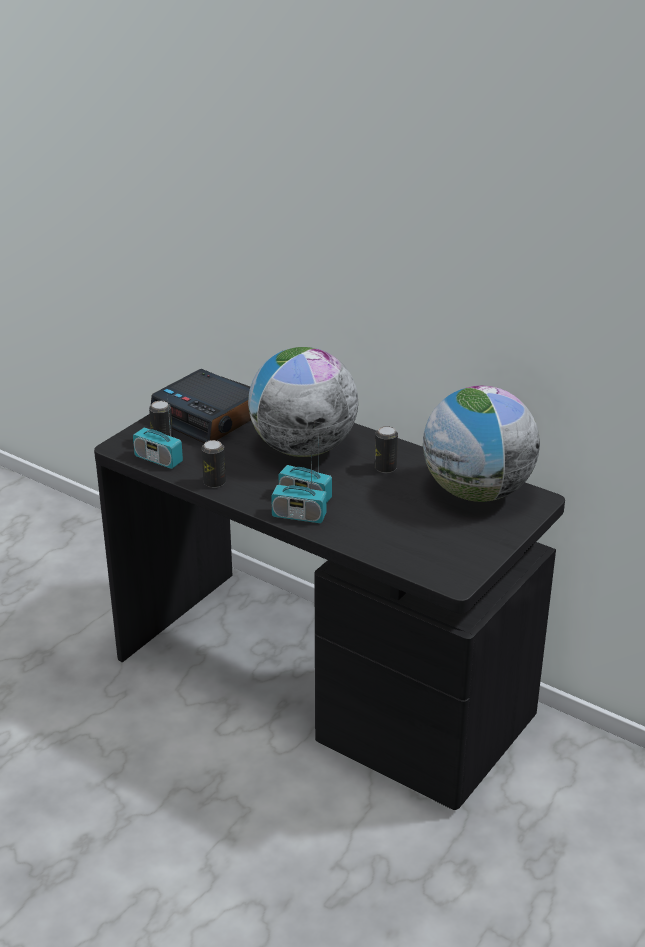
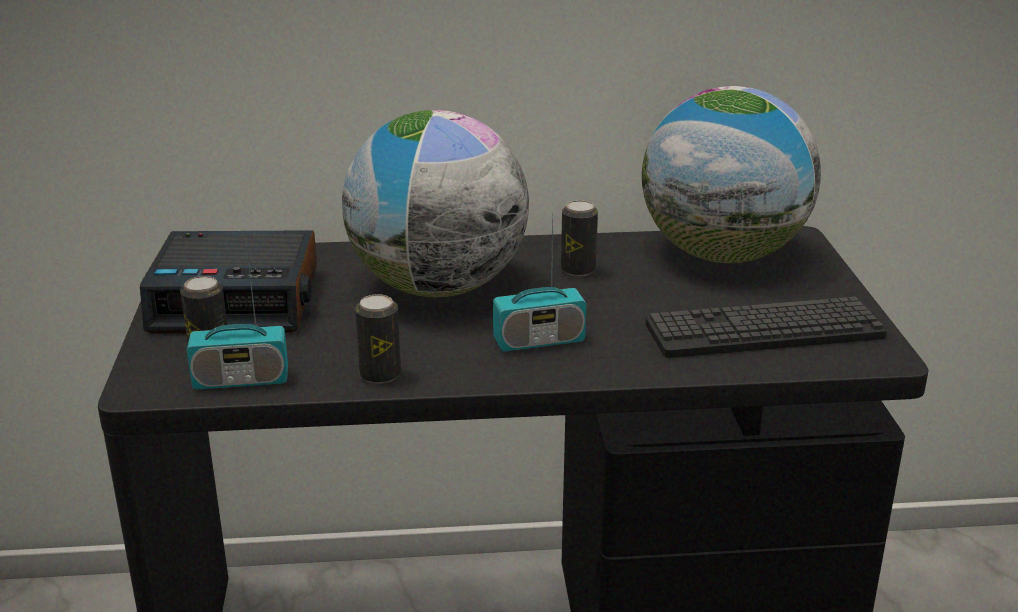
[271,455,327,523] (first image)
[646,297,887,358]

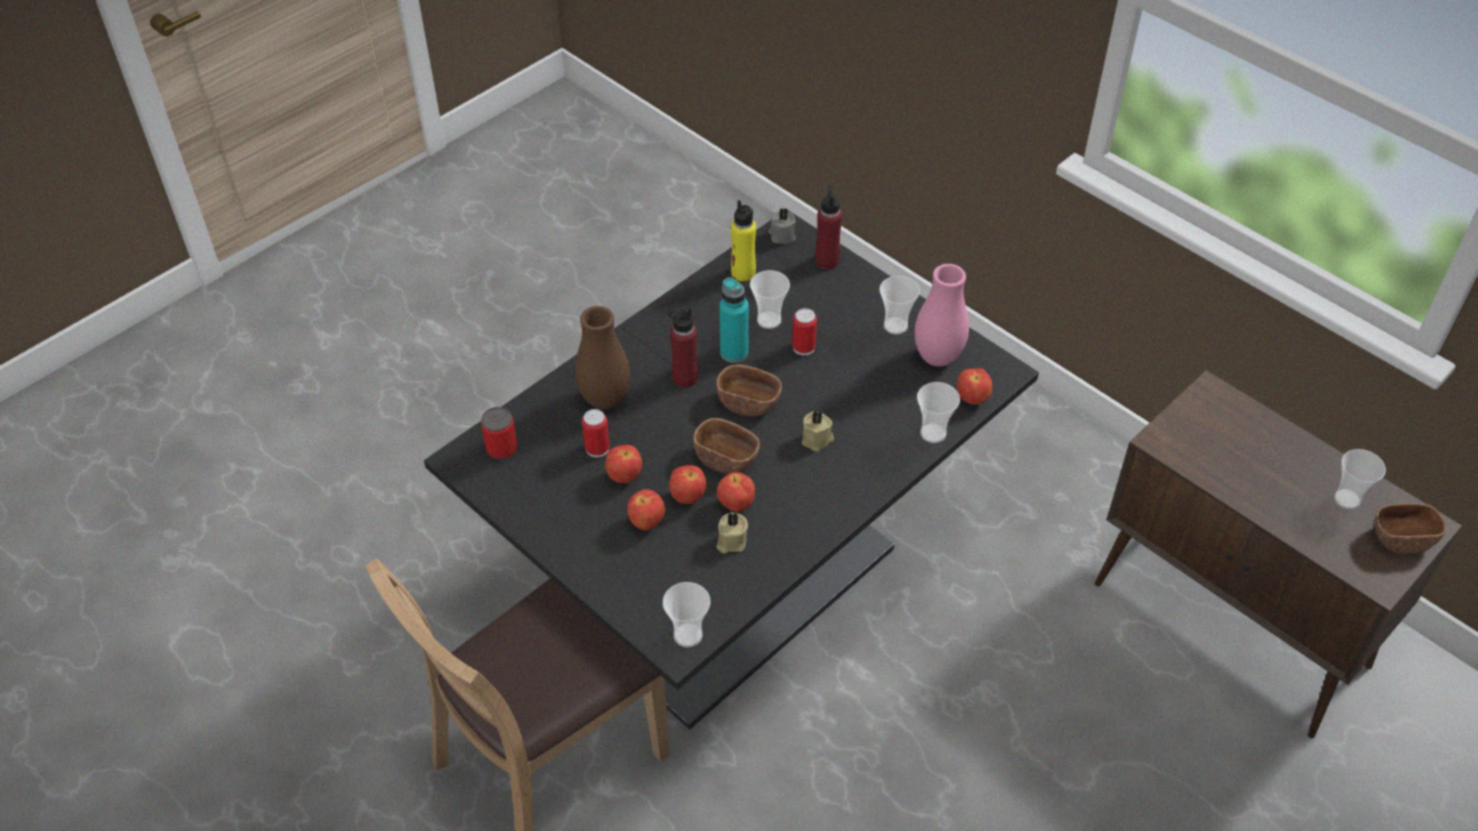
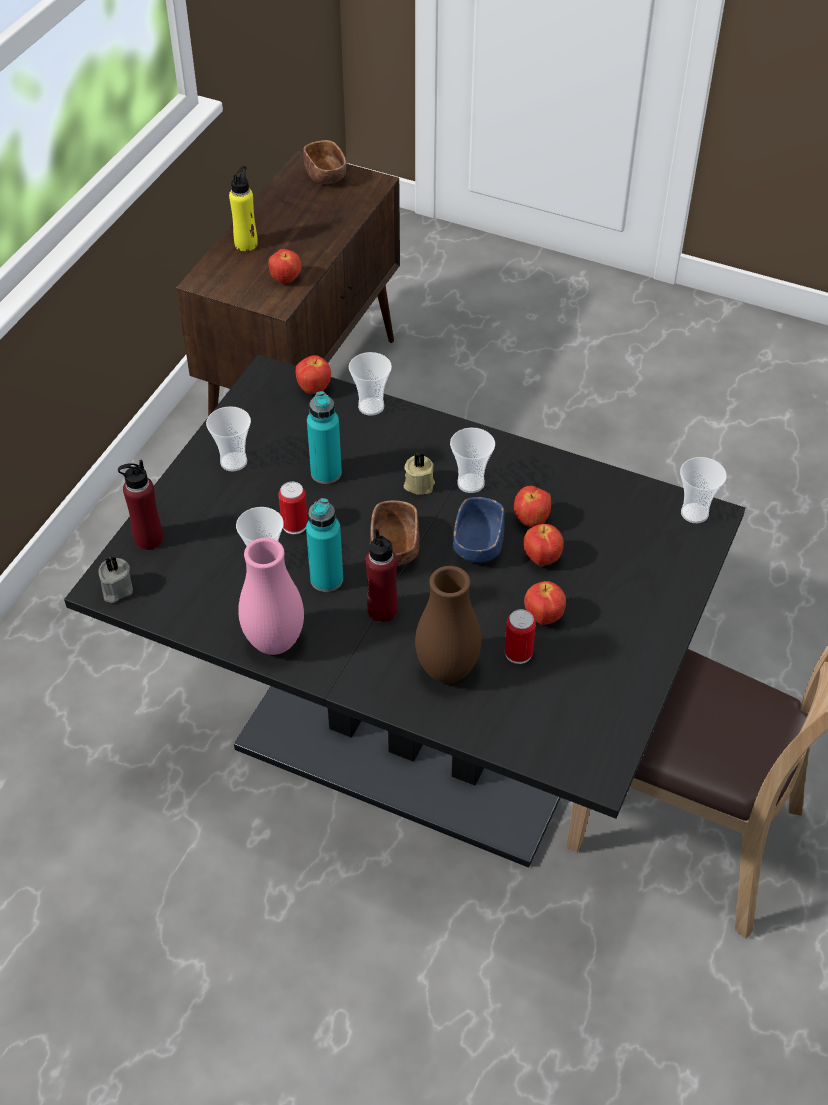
[481,407,517,460] (first image)
[269,249,301,283]
[453,497,505,562]
[716,513,748,554] (first image)
[229,166,258,251]
[238,538,304,655]
[450,428,495,493]
[307,391,342,484]

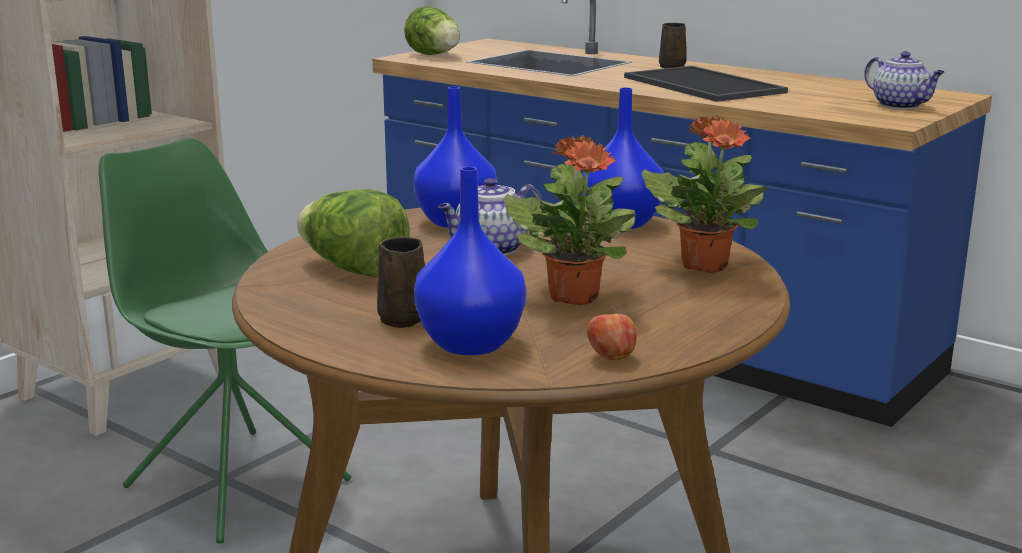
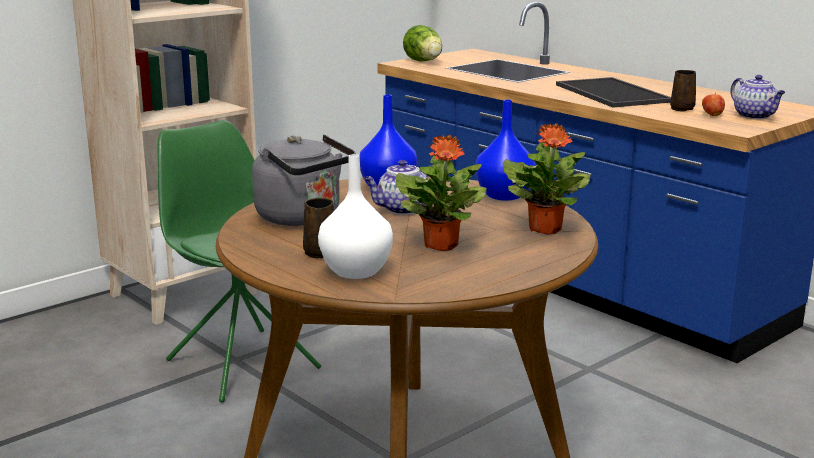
[252,134,355,226]
[318,154,393,279]
[702,93,725,116]
[670,70,696,112]

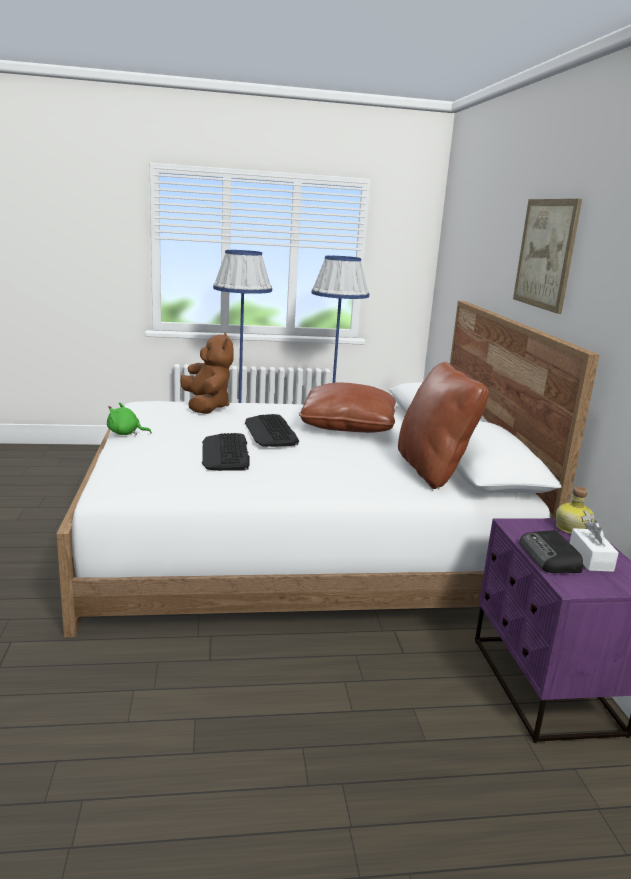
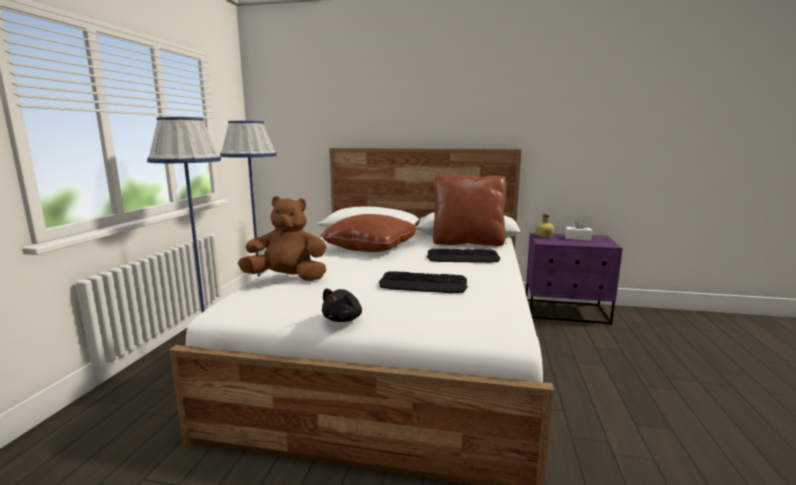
[322,288,362,322]
[427,249,500,263]
[513,199,582,314] (first image)
[519,530,583,573] (first image)

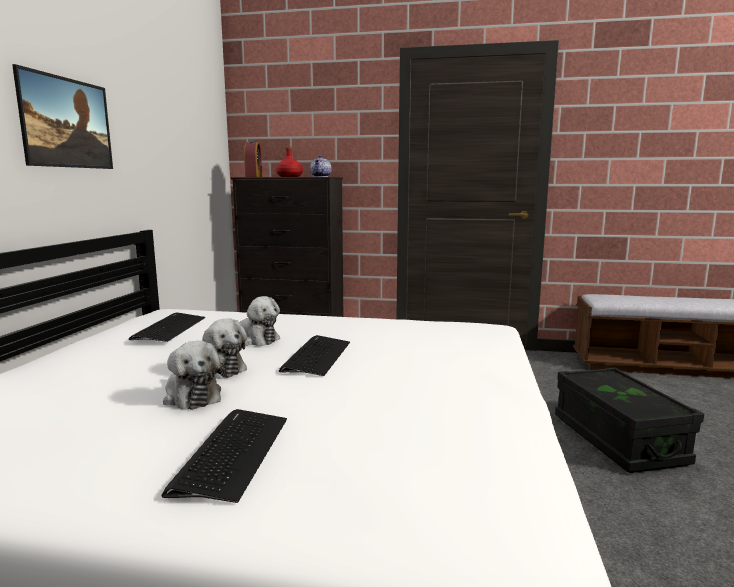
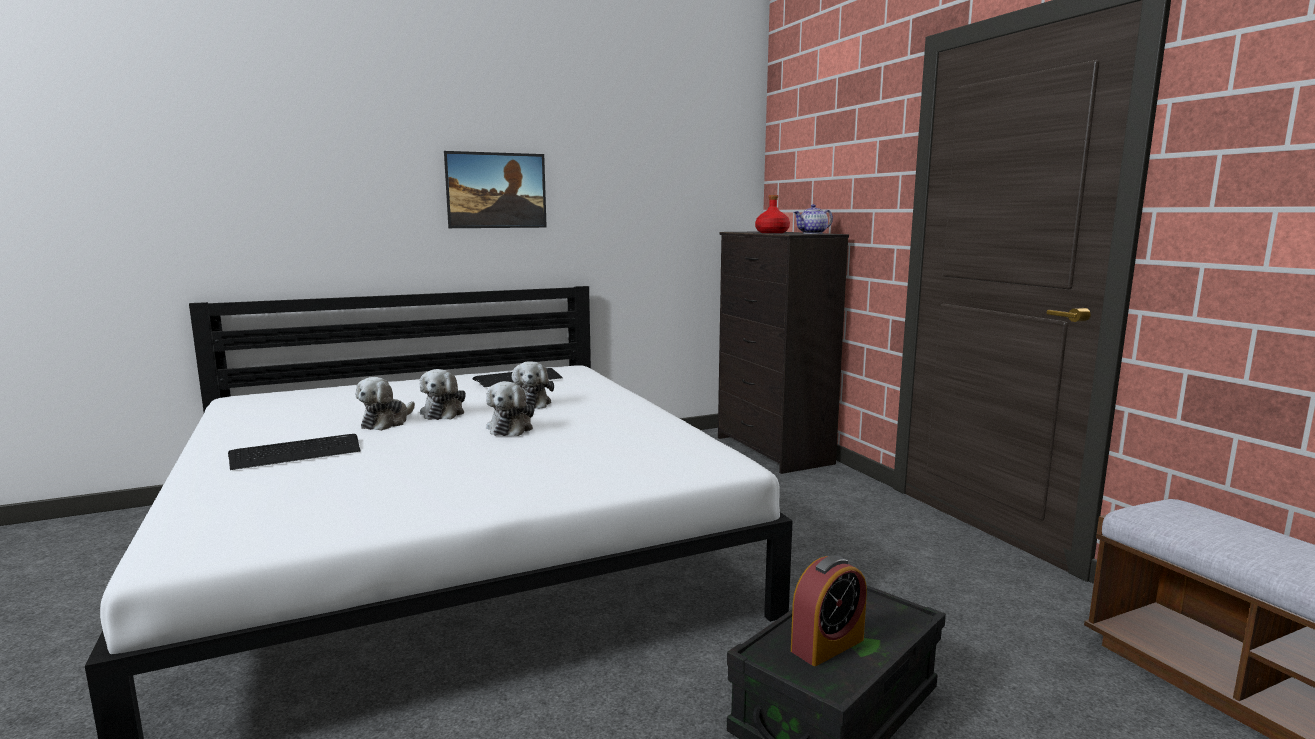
[791,555,867,666]
[486,381,535,436]

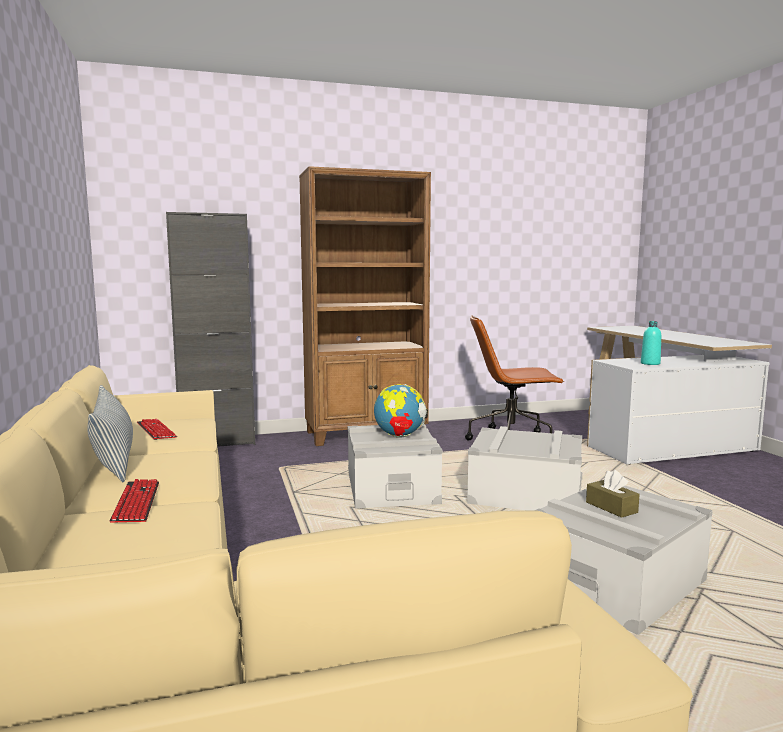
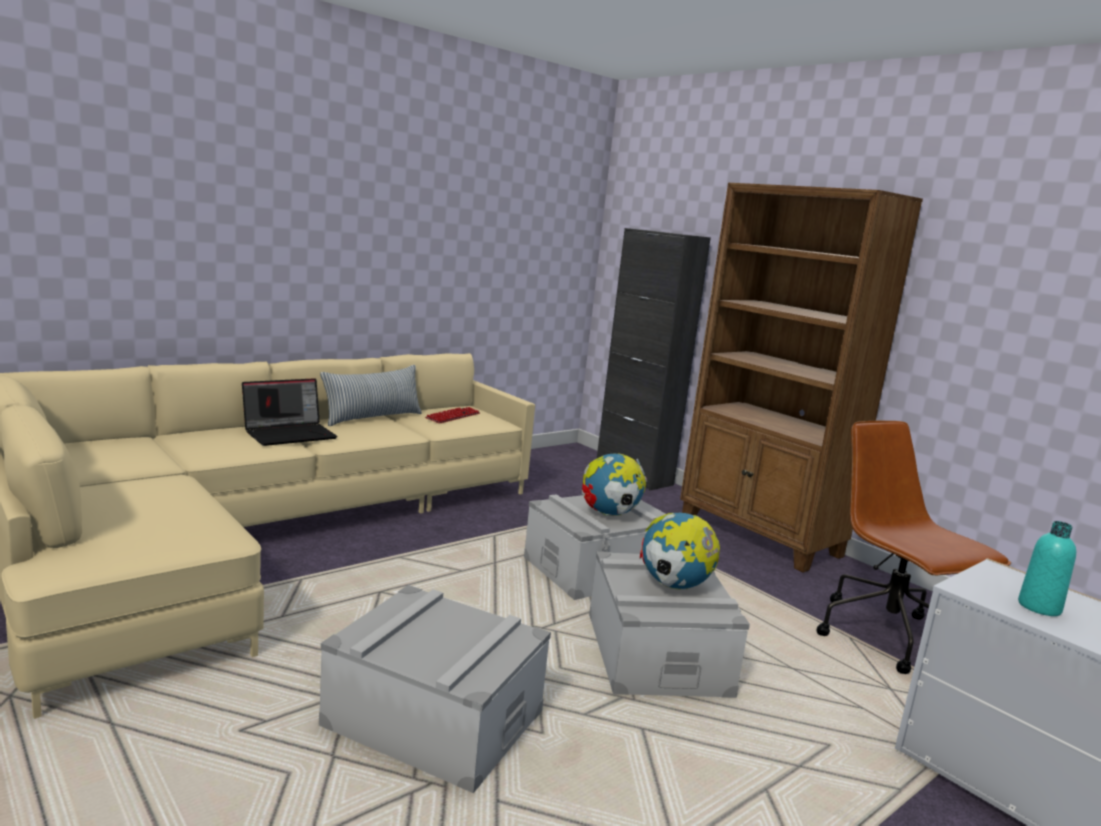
[242,378,337,446]
[586,470,639,518] (first image)
[640,513,720,590]

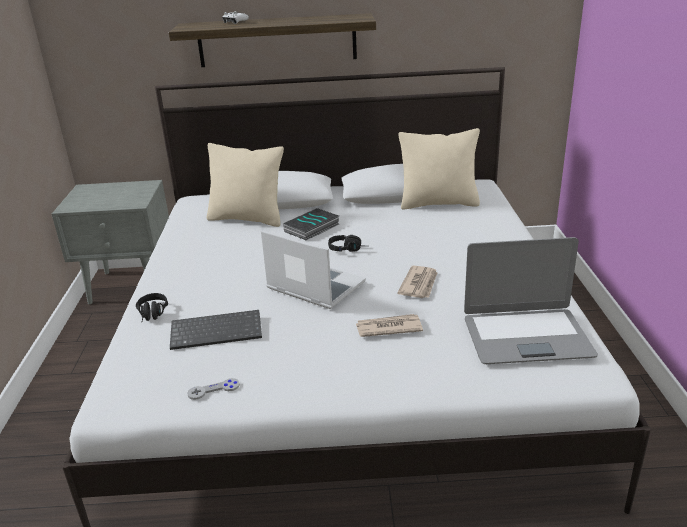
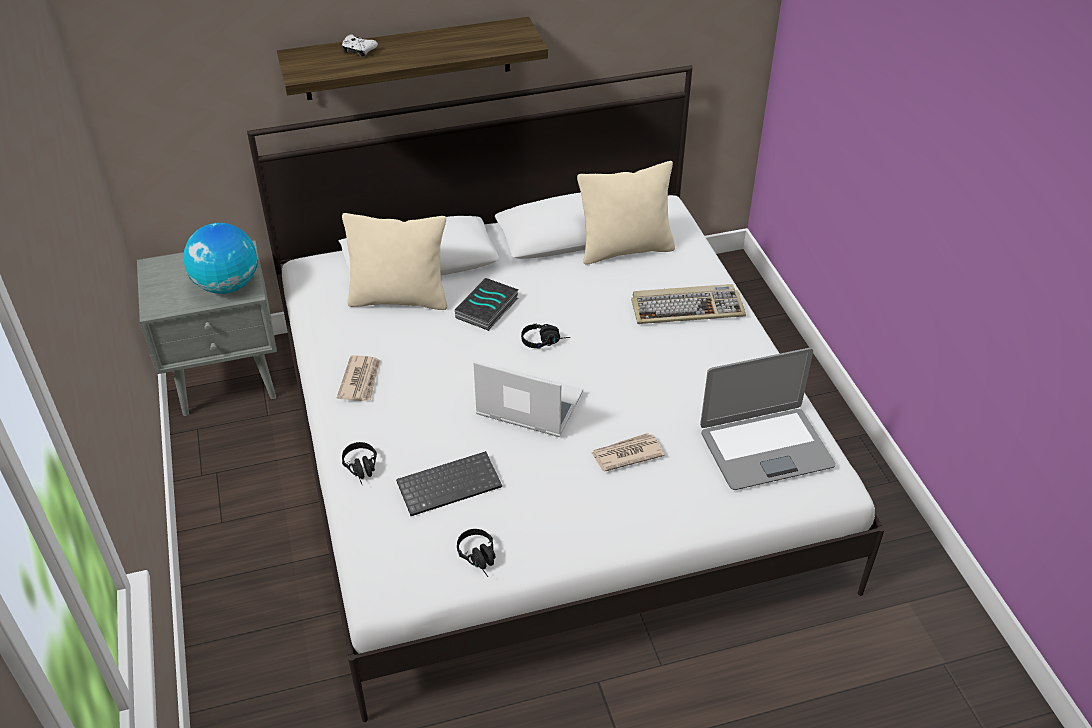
[457,529,496,577]
[337,355,380,401]
[184,223,258,294]
[631,284,746,324]

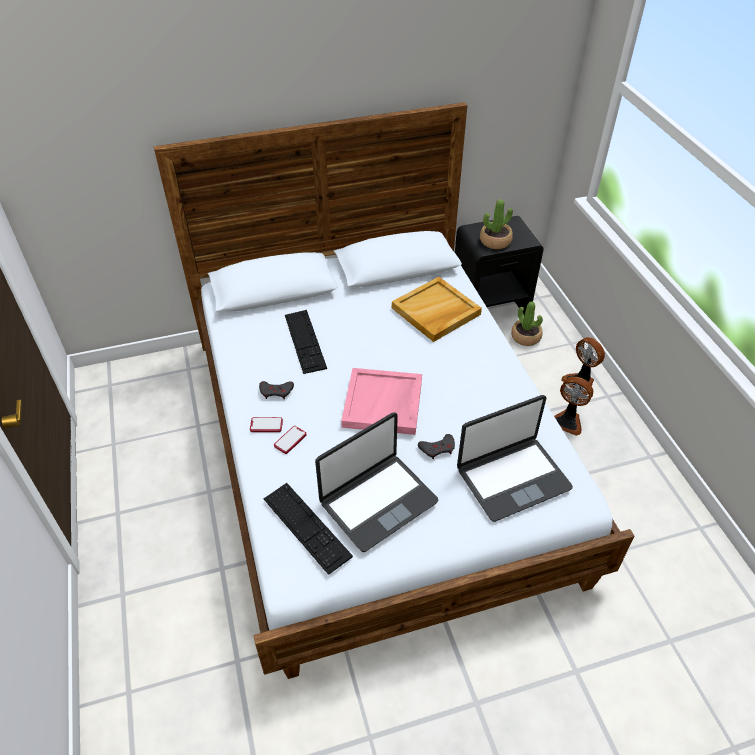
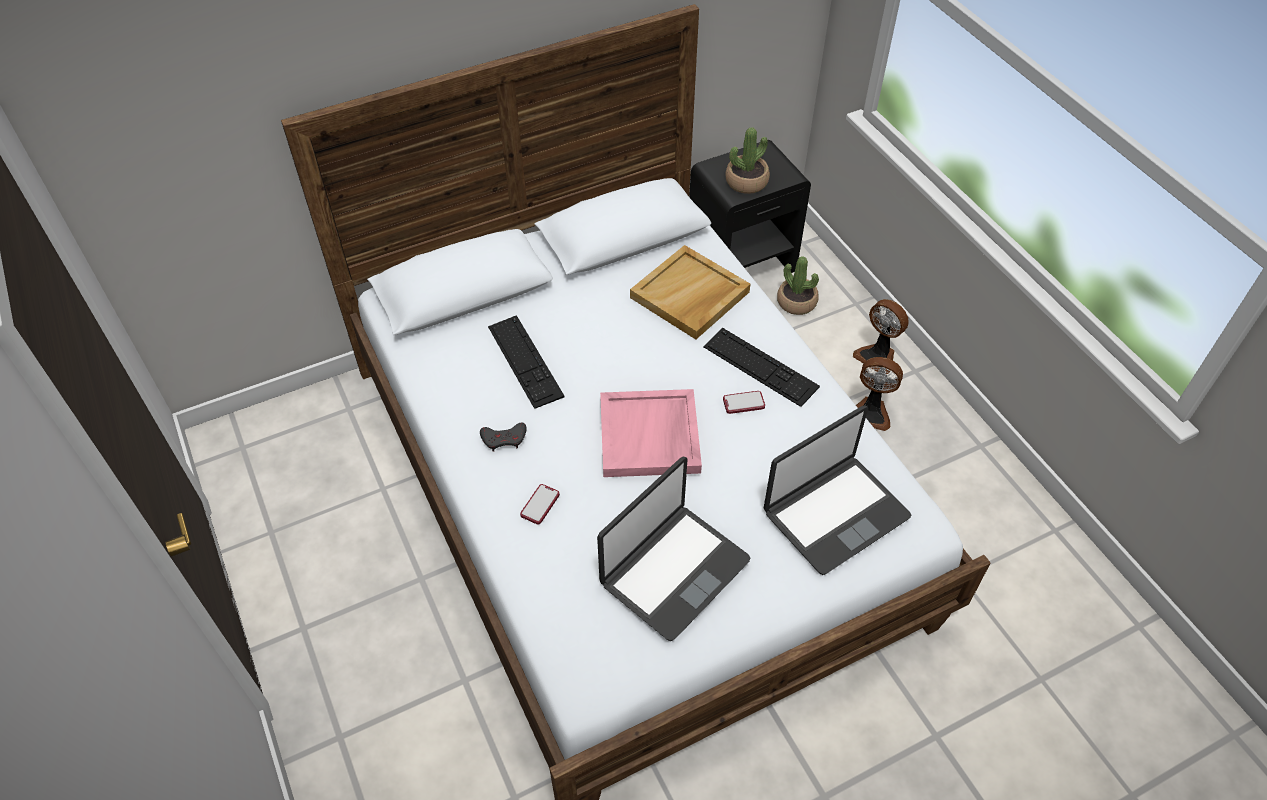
[723,391,765,414]
[703,328,820,407]
[418,434,455,459] (first image)

